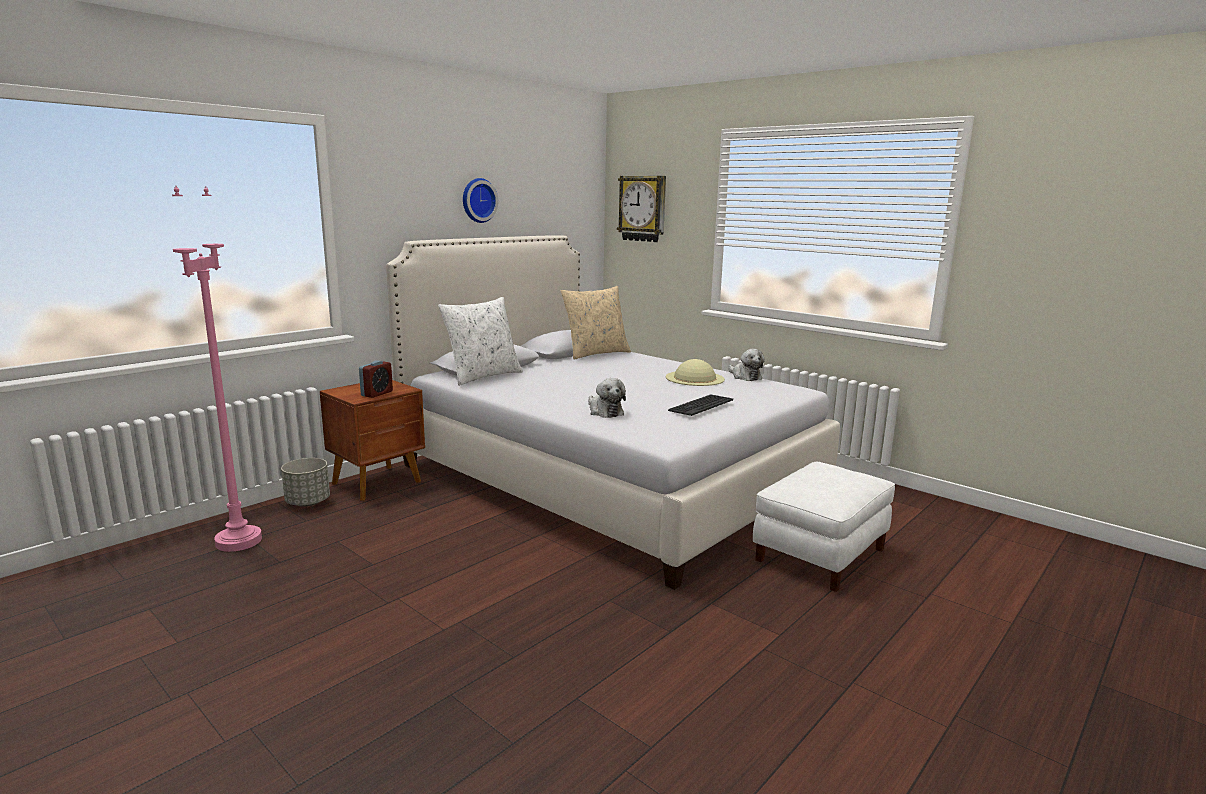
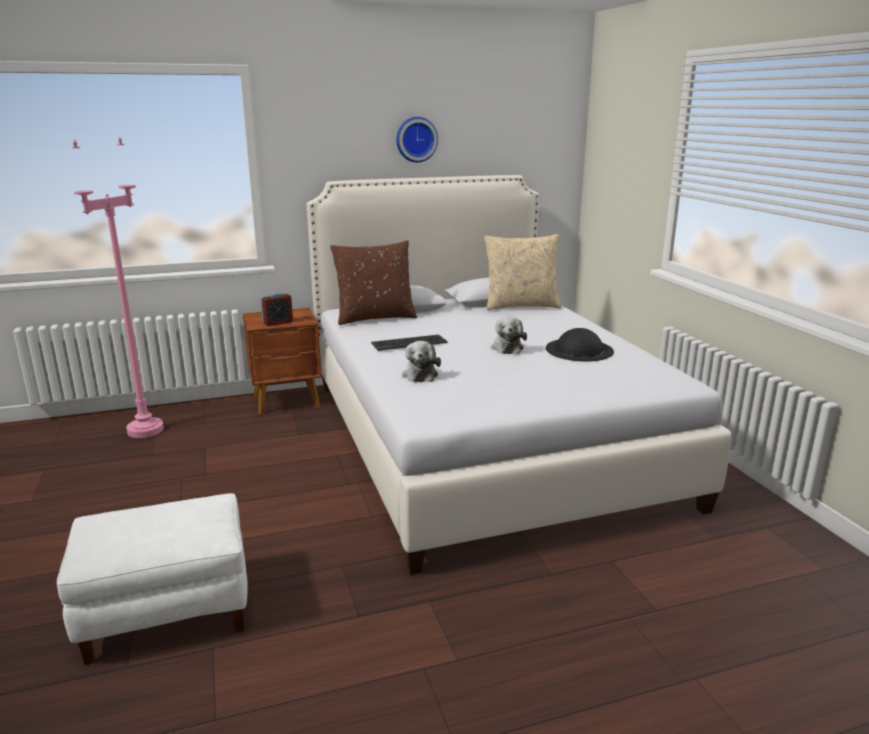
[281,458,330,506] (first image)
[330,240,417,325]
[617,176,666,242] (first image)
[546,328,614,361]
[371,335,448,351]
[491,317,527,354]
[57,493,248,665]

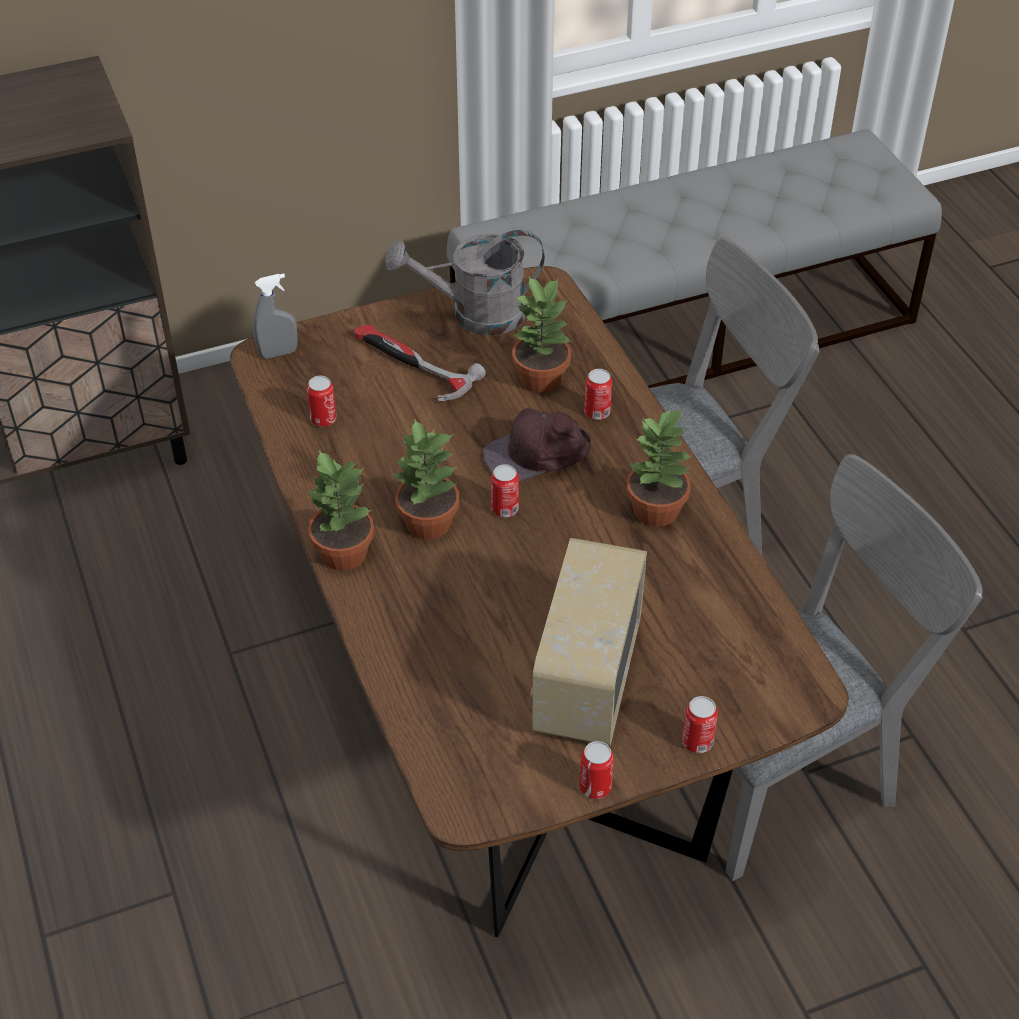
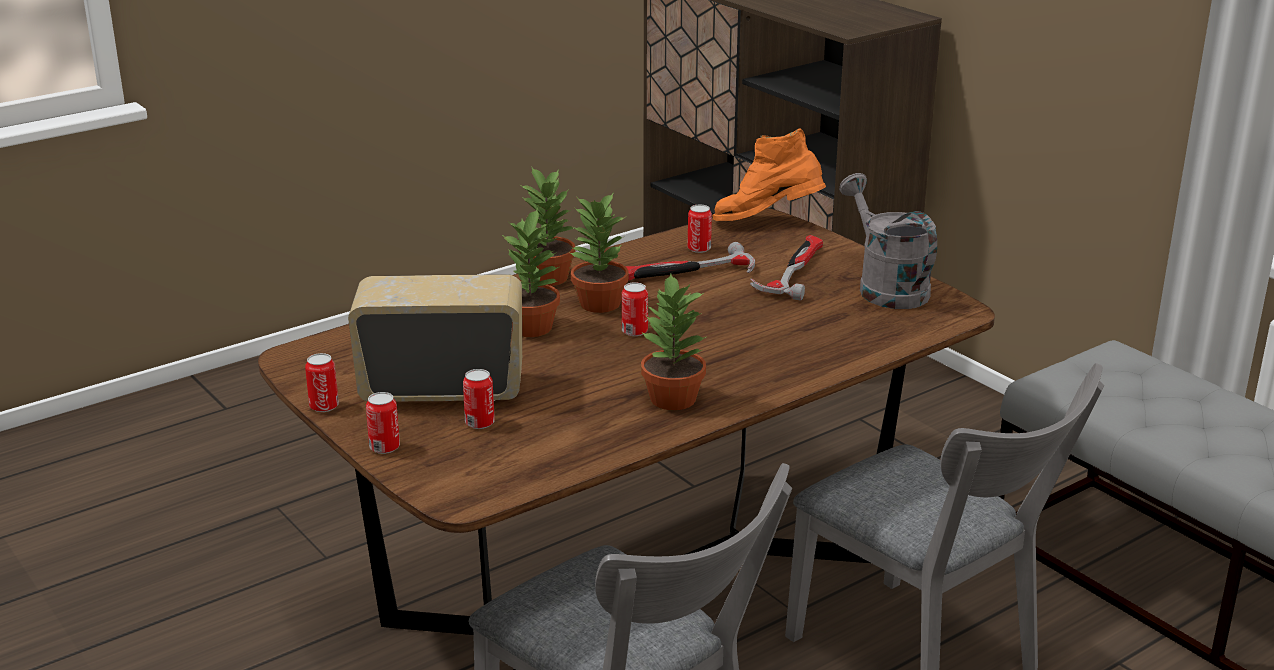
[712,129,826,221]
[483,408,591,481] (first image)
[502,208,560,337]
[463,369,495,429]
[625,242,755,280]

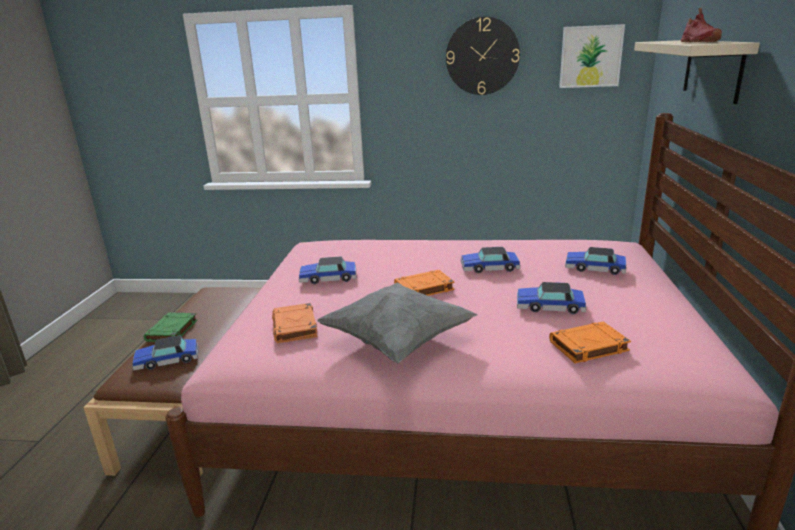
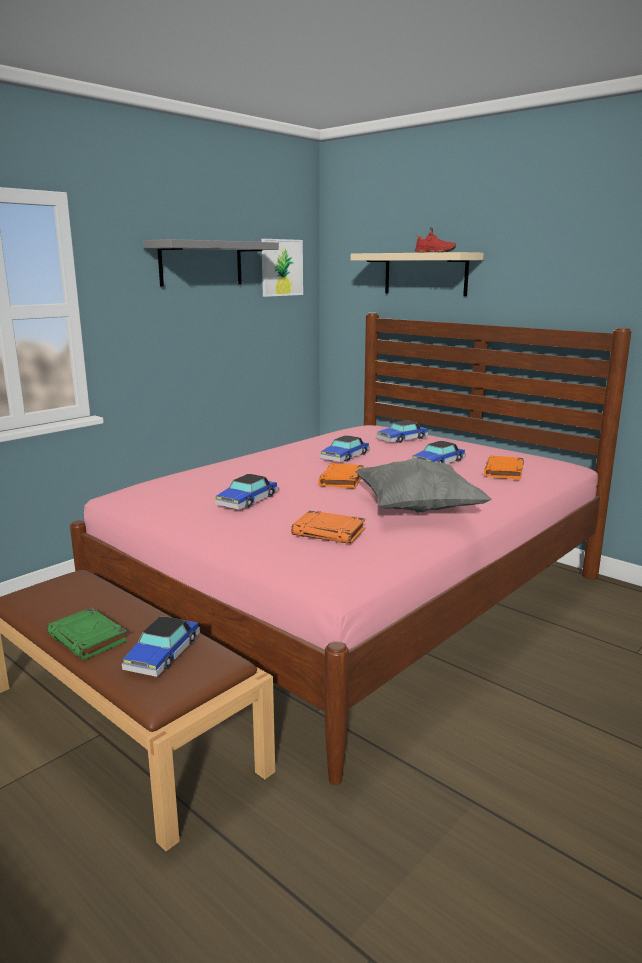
[143,239,279,286]

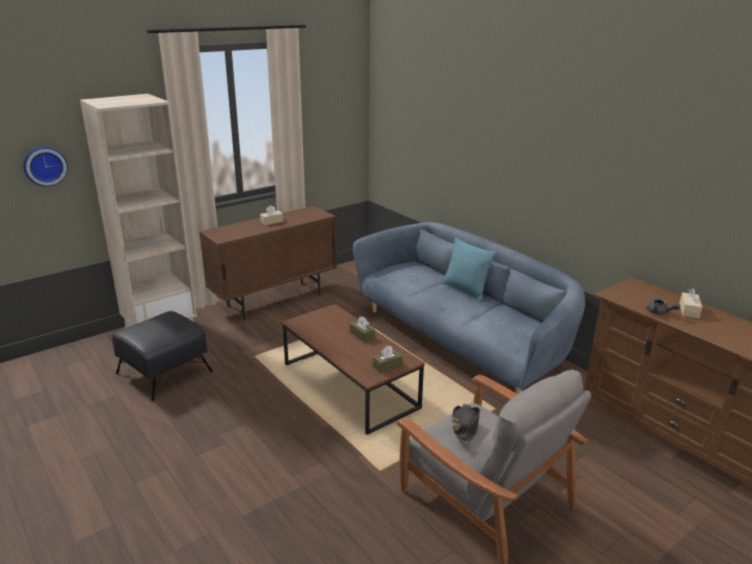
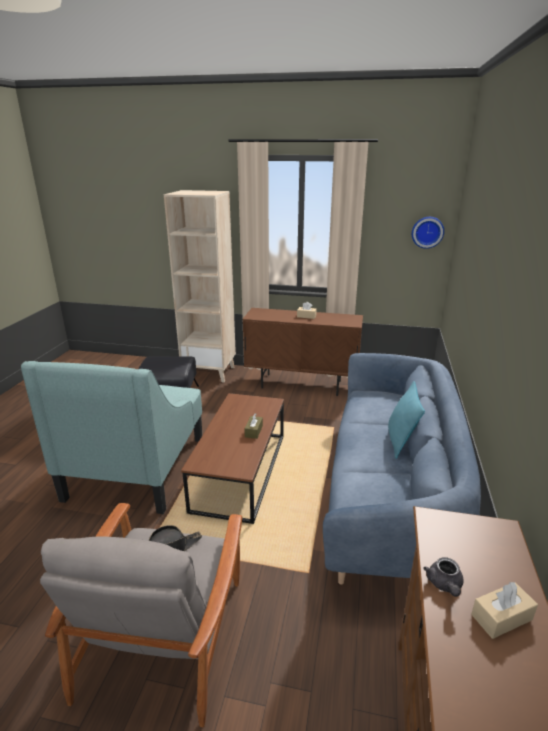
[412,217,444,249]
[373,346,403,373] (first image)
[21,361,202,514]

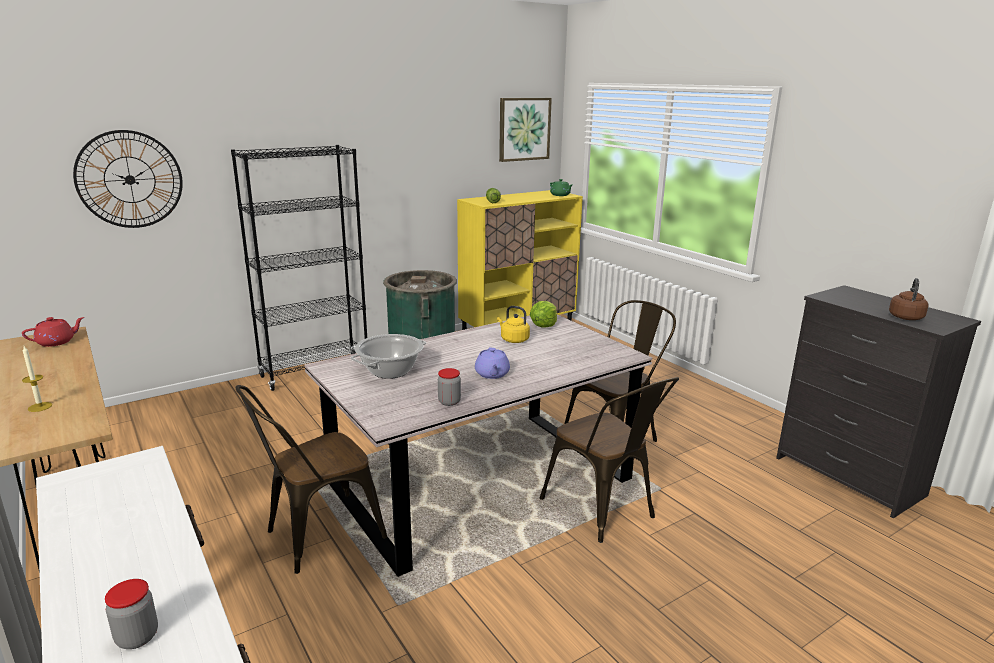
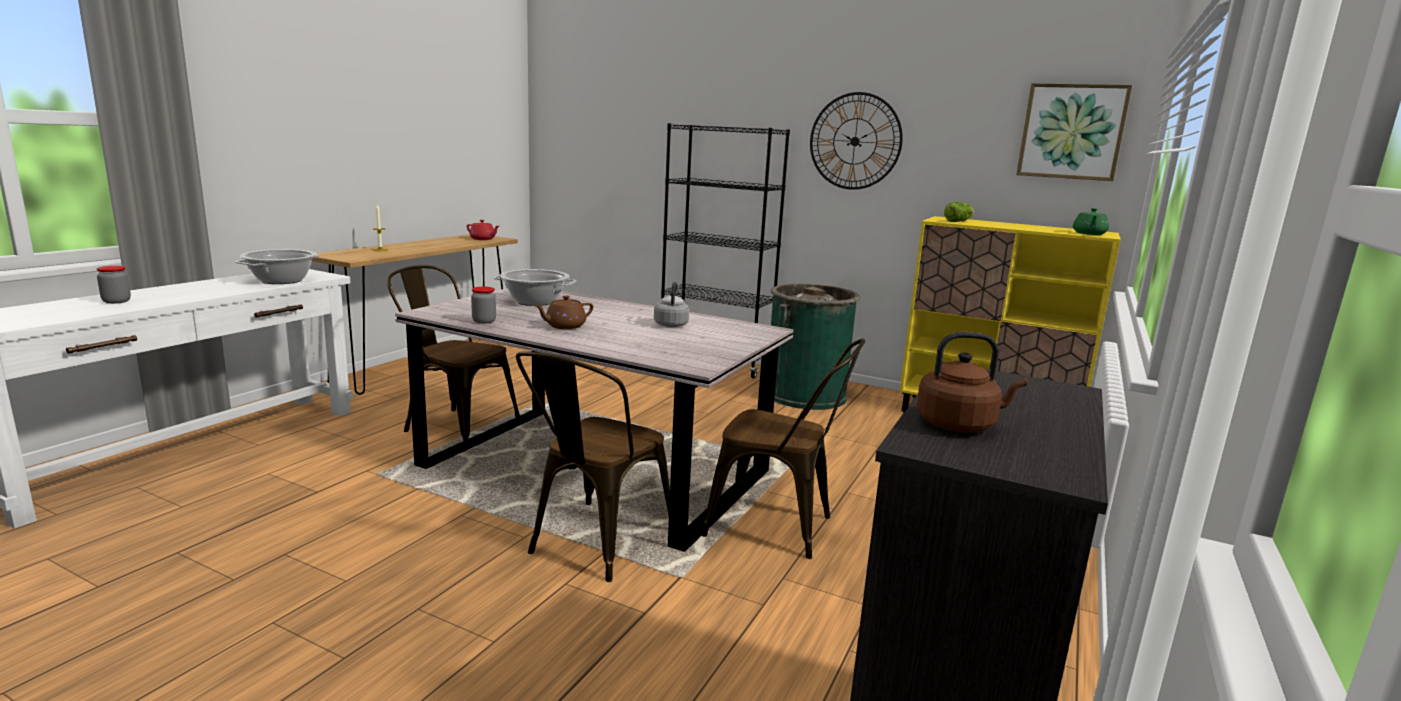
[810,92,903,190]
[534,296,593,329]
[654,281,689,327]
[530,301,557,327] (first image)
[235,249,321,284]

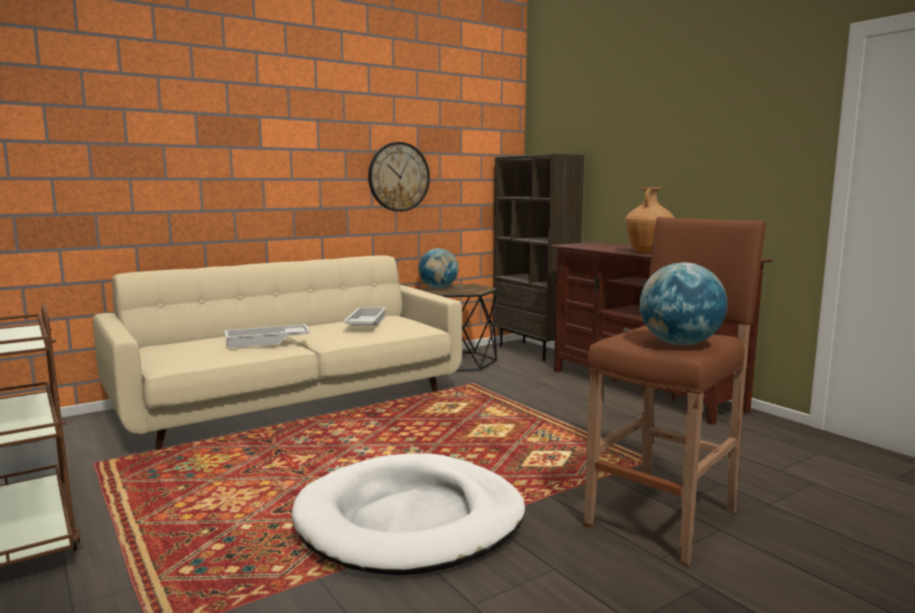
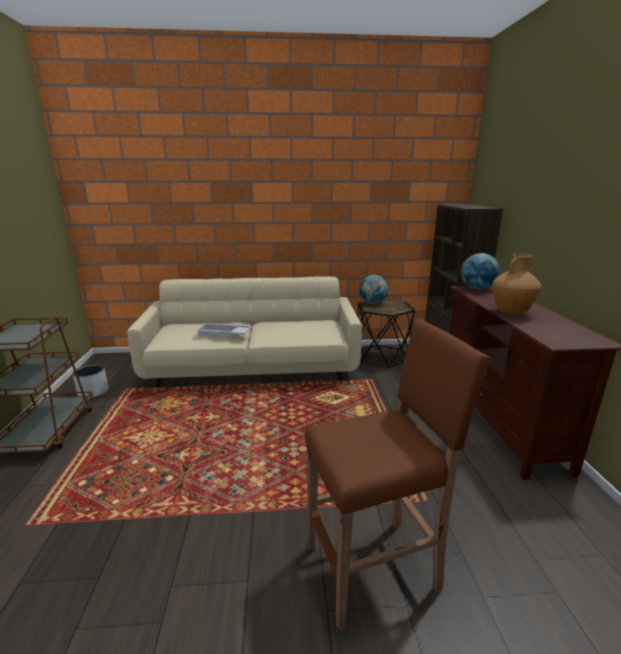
[291,453,525,575] (first image)
[343,307,386,326] (first image)
[368,142,430,212] (first image)
[461,253,500,289]

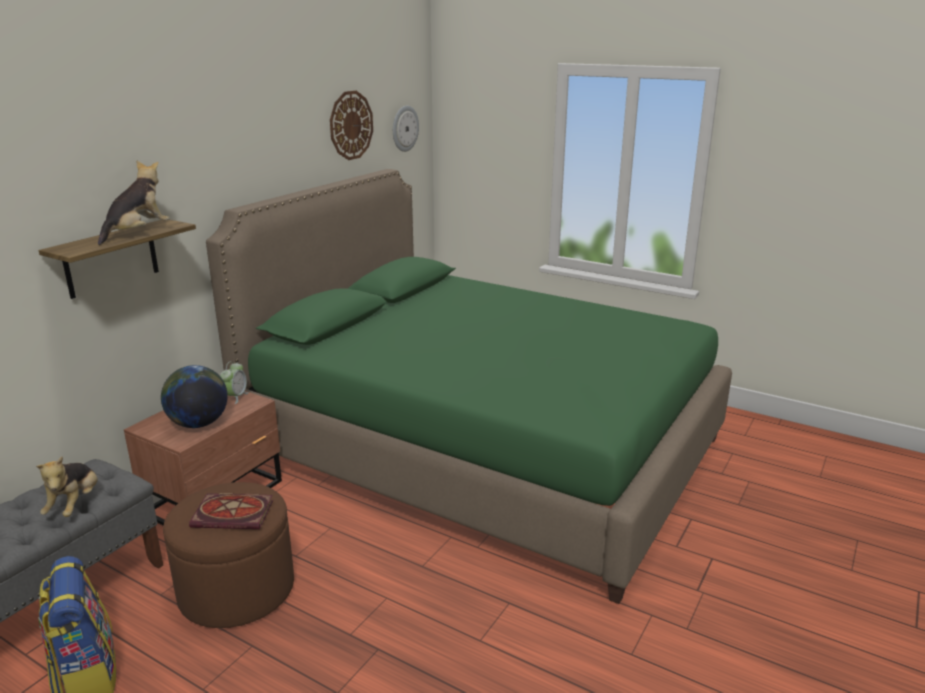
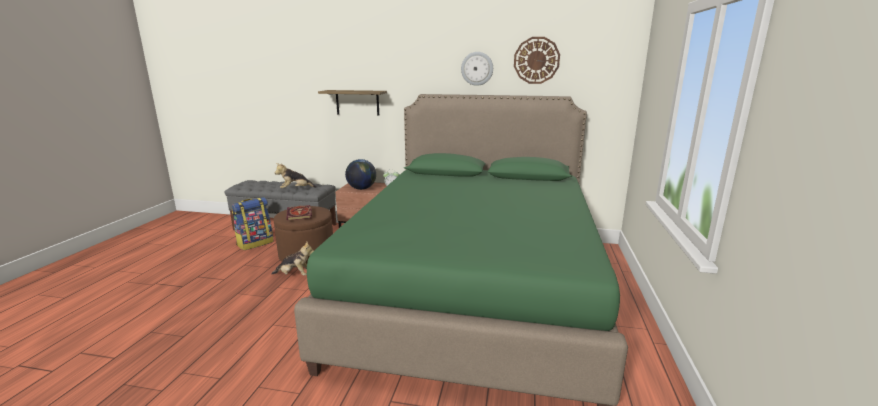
[271,242,314,276]
[461,52,493,86]

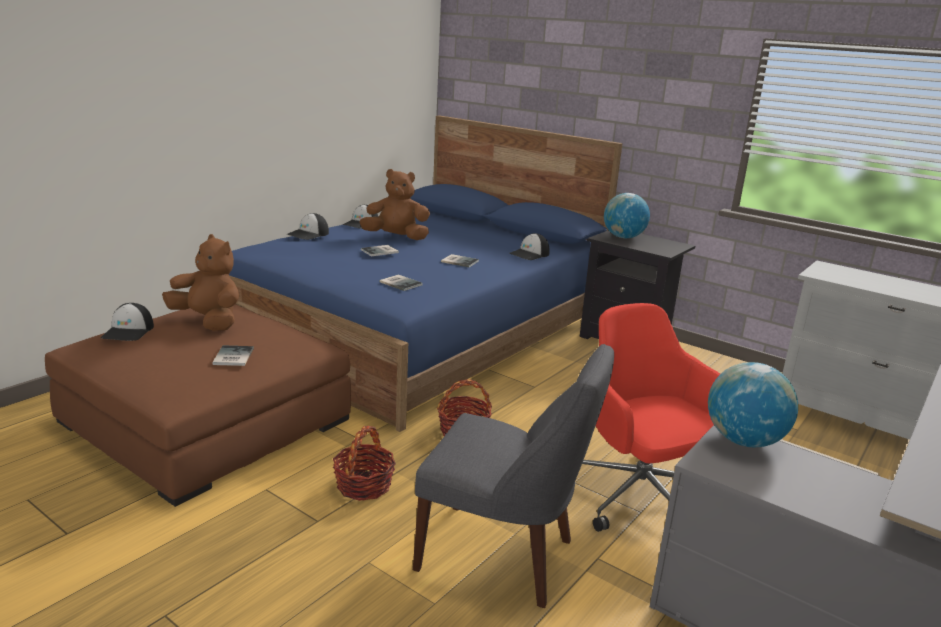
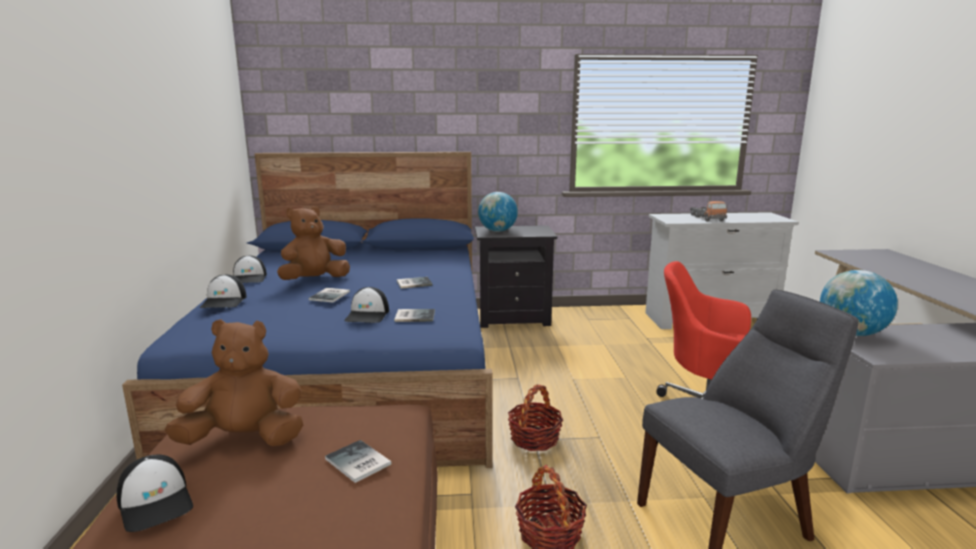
[344,287,389,323]
[690,201,728,221]

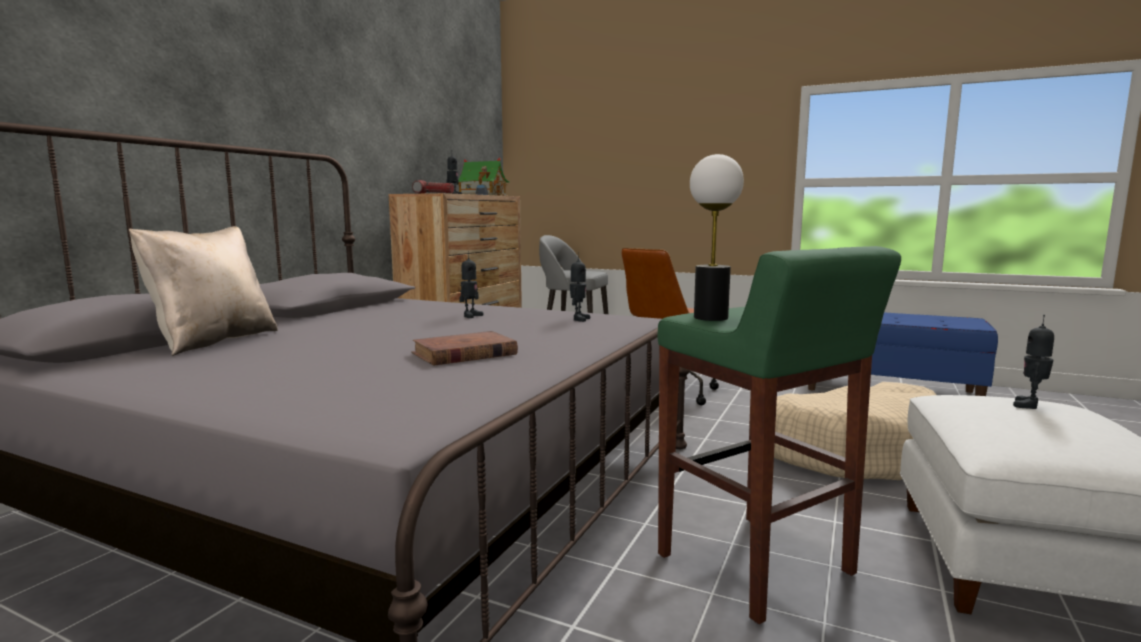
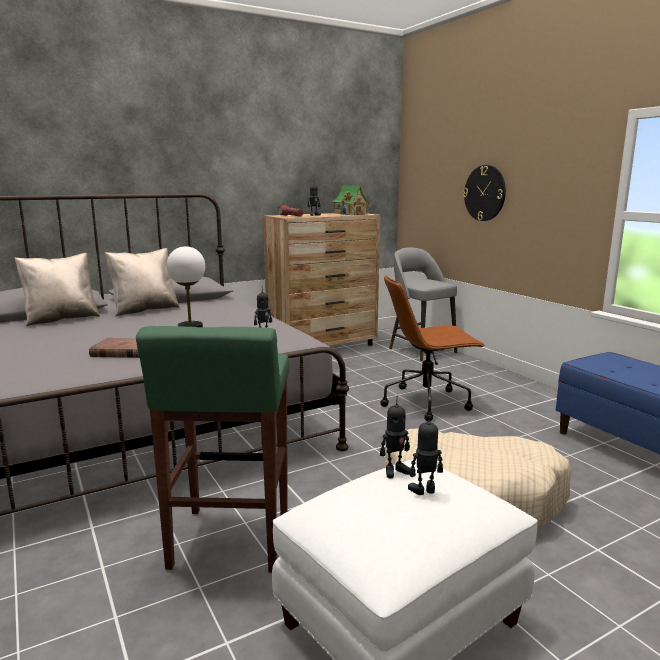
[380,396,410,478]
[105,248,180,316]
[463,165,506,221]

